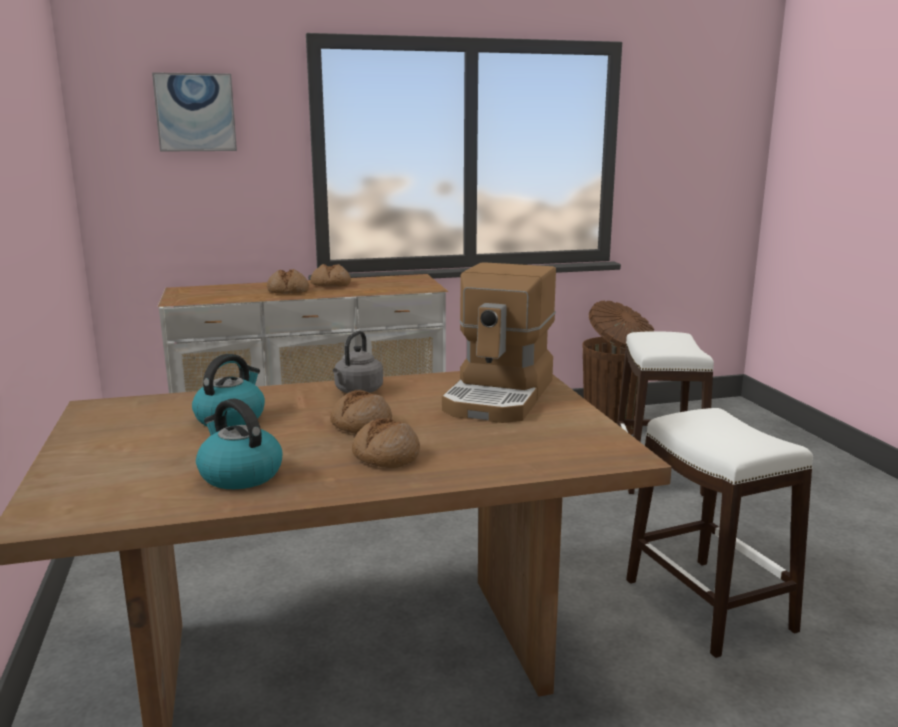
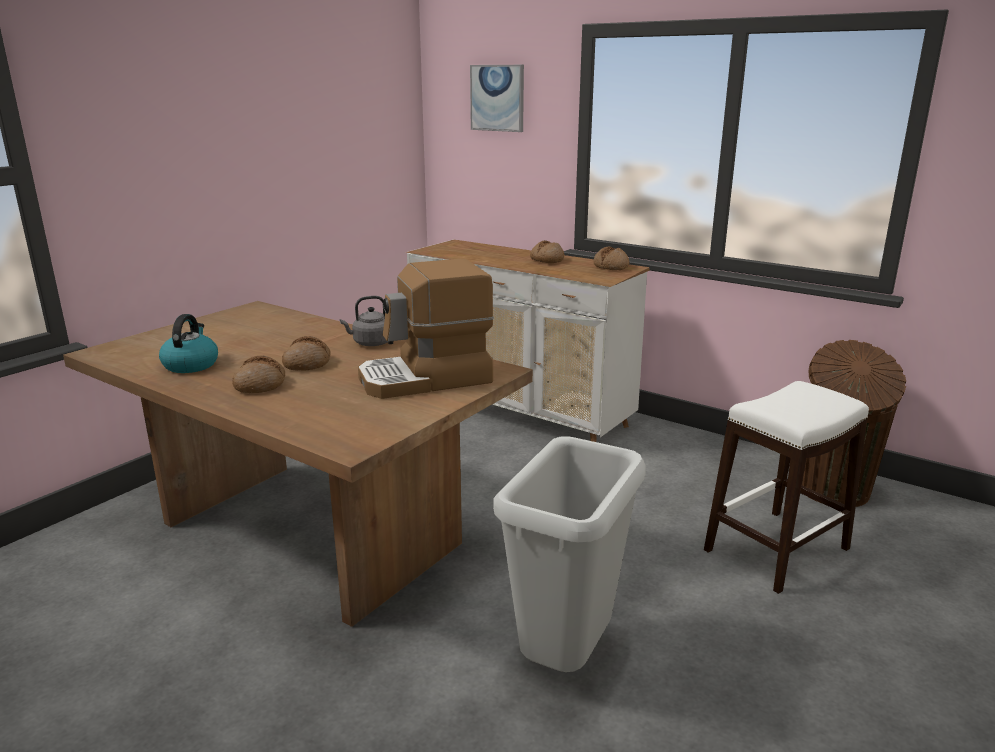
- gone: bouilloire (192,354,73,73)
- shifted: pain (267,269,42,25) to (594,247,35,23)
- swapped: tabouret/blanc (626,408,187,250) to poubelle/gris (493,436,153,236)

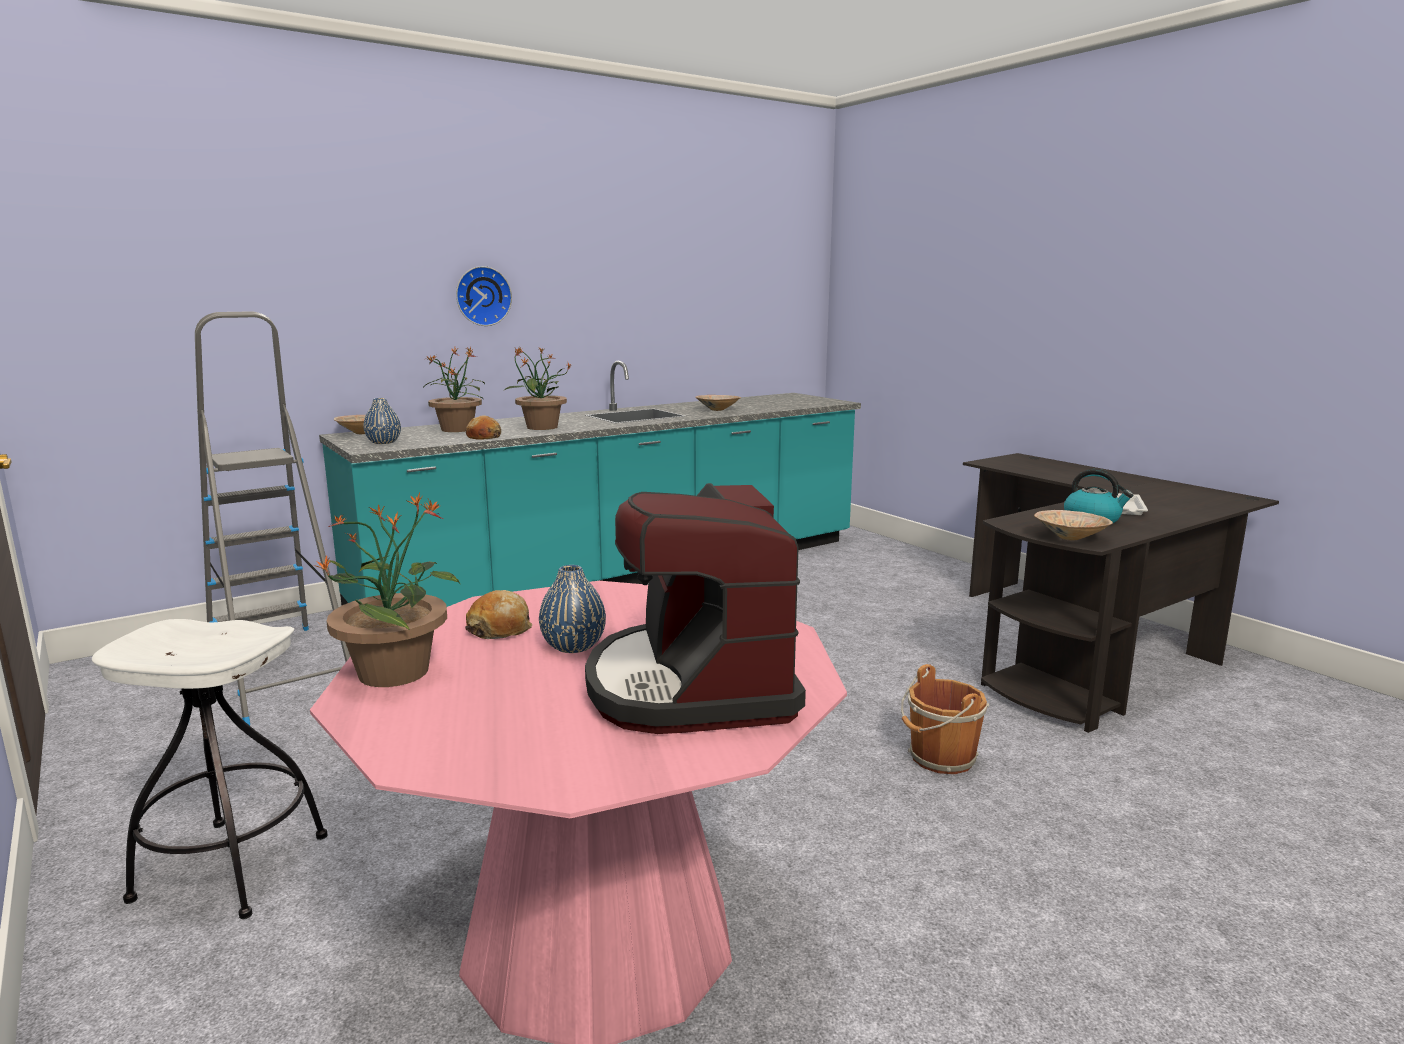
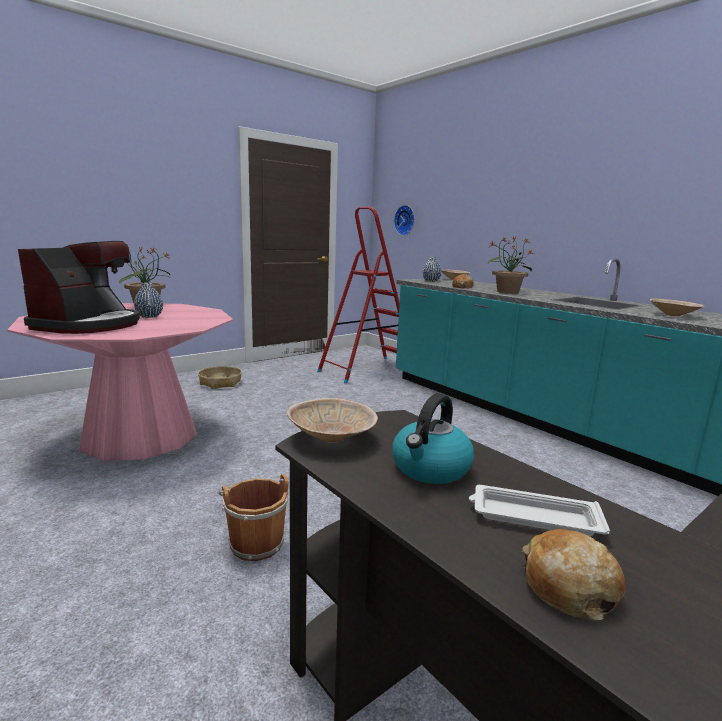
- gone: plante en pot (422,347,63,85)
- shifted: horloge murale (456,266,56,60) to (394,205,21,31)
- shifted: pain (465,590,67,49) to (522,529,104,92)
- swapped: tabouret/blanc (92,619,235,300) to panier (198,366,44,23)
- repainted: escabeau/gris (195,311,155,415) to escabeau/rouge (317,207,82,176)
- rotated: machine à café (585,483,221,251) = (18,241,122,93) 120 degrees clockwise

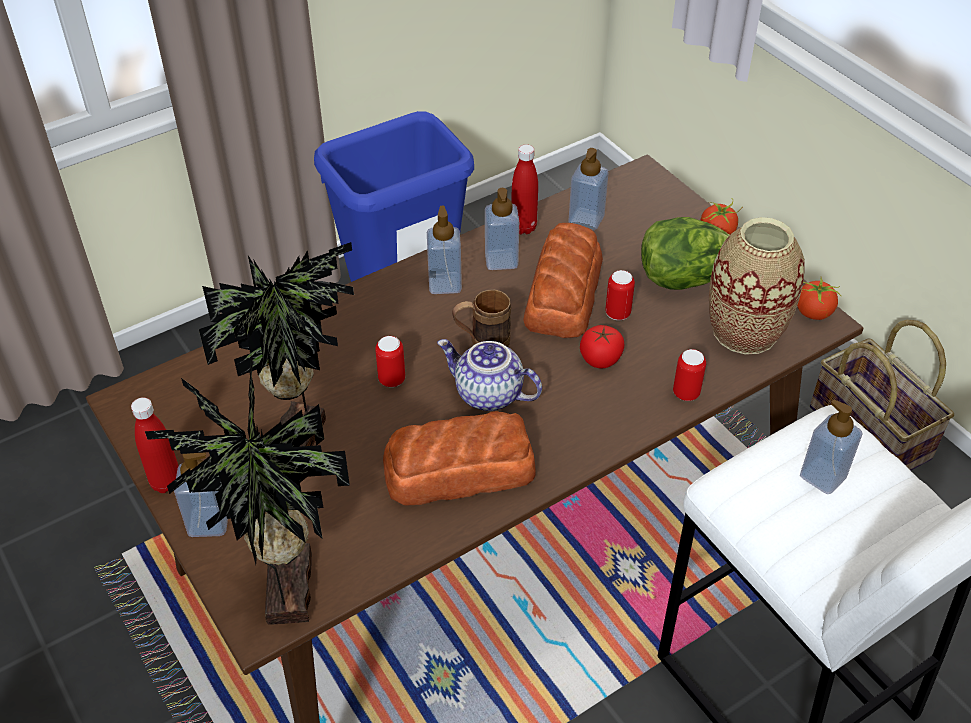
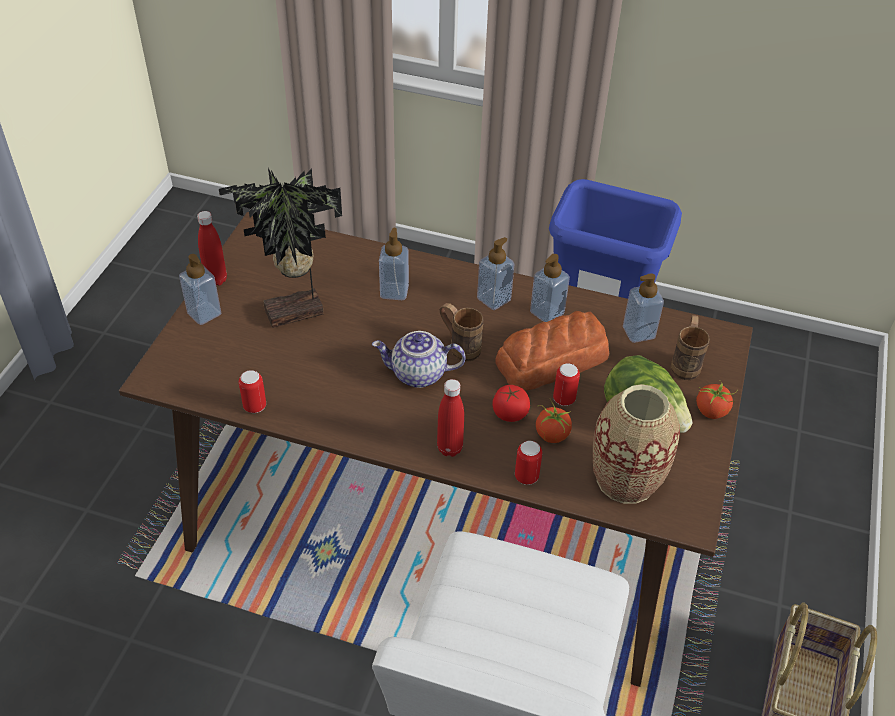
- gone: plante en pot (145,356,205,269)
- gone: pain (383,411,153,94)
- new: mug/marron (670,315,40,65)
- shifted: boîte métallique (375,336,30,51) to (239,370,27,43)
- shifted: bouteille/rouge (511,144,27,90) to (437,379,27,78)
- shifted: tomate (797,277,44,43) to (536,399,36,44)
- shifted: distributeur de savon (800,400,63,94) to (379,228,30,72)
- rotated: théière (437,339,105,72) = (372,331,94,57) 75 degrees counterclockwise

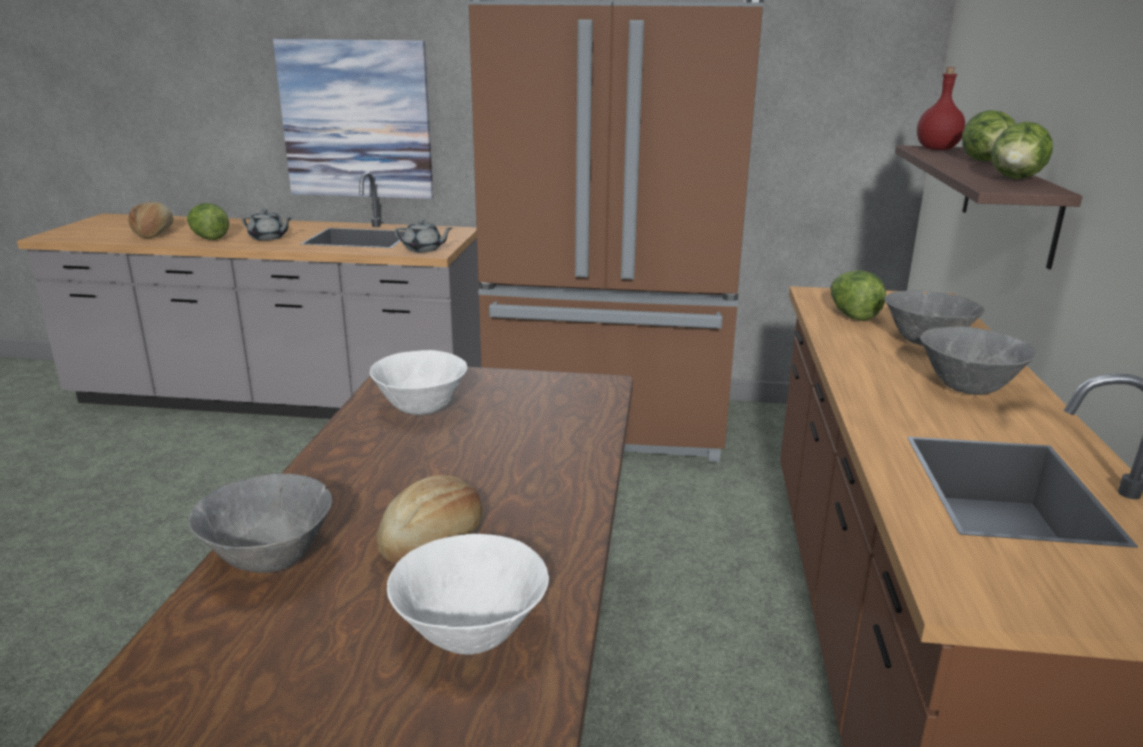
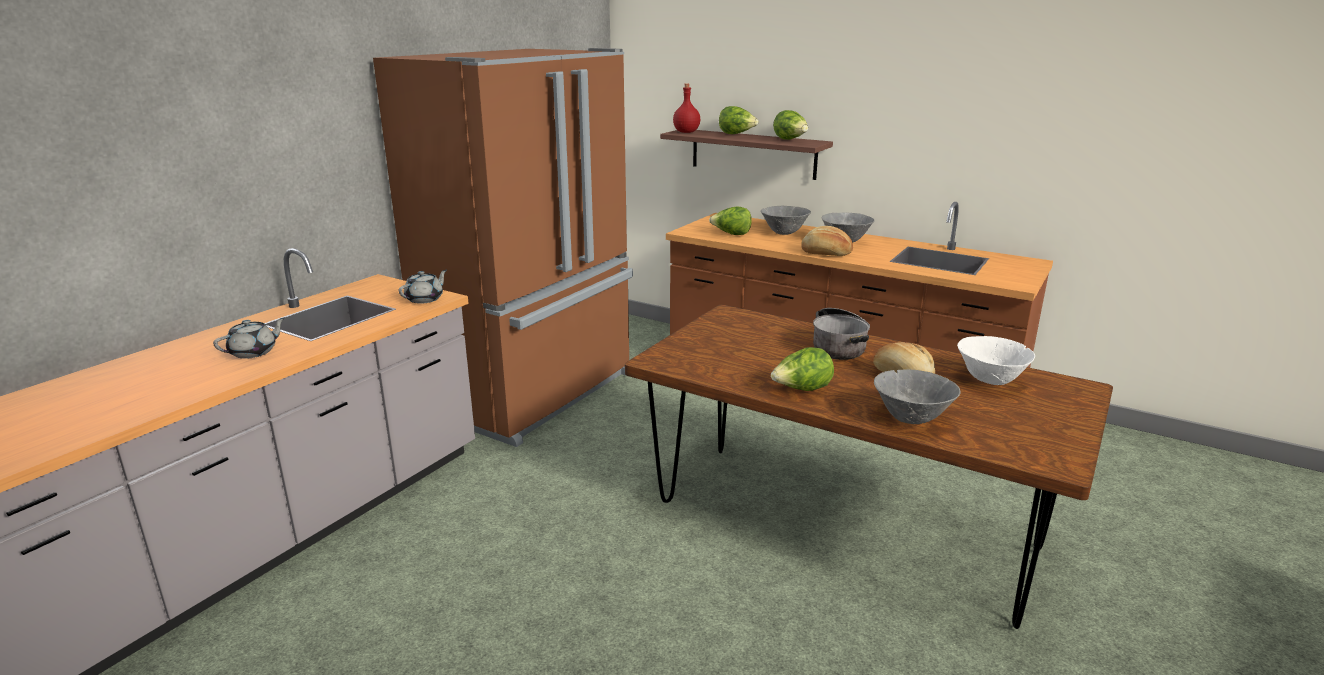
- gone: tableau (273,39,160,160)
- gone: bol/blanc (370,350,97,65)
- new: marmite (813,308,57,52)
- shifted: pain (128,202,46,37) to (801,226,52,30)
- shifted: laitue (187,203,42,37) to (771,347,63,44)

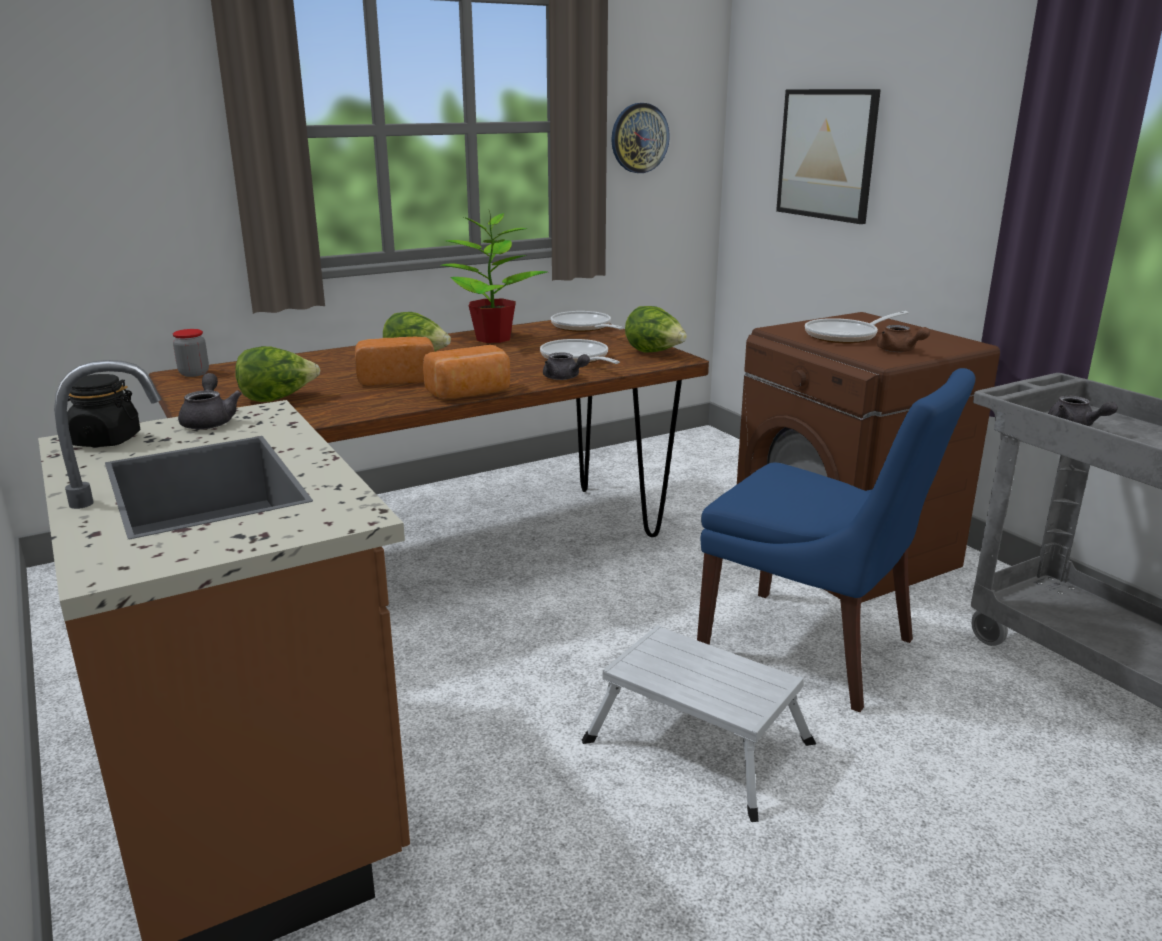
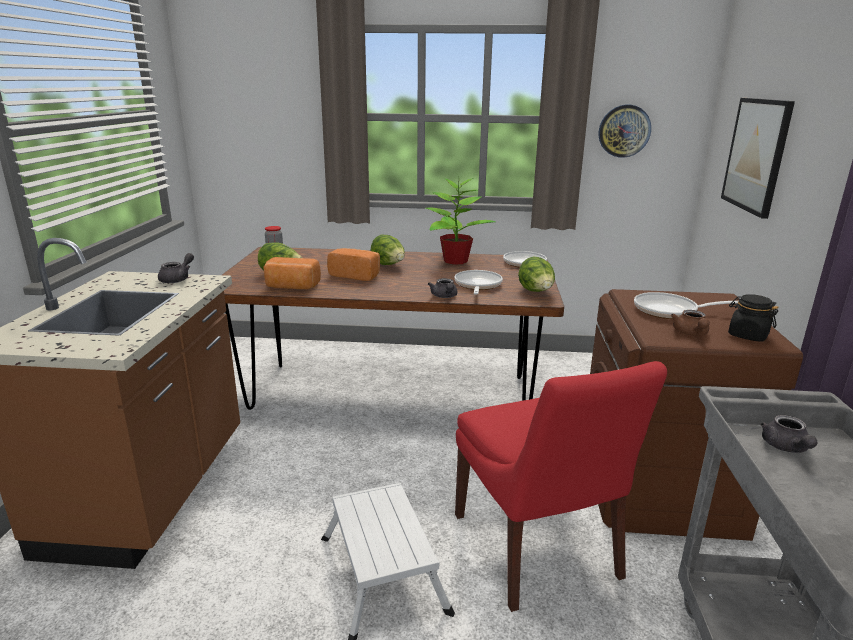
- shifted: bocal/noir (67,374,73,73) to (728,294,50,48)
- shifted: pain (423,345,87,54) to (263,257,58,32)
- repainted: chaise/bleu (697,368,278,344) to chaise/rouge (455,361,212,251)

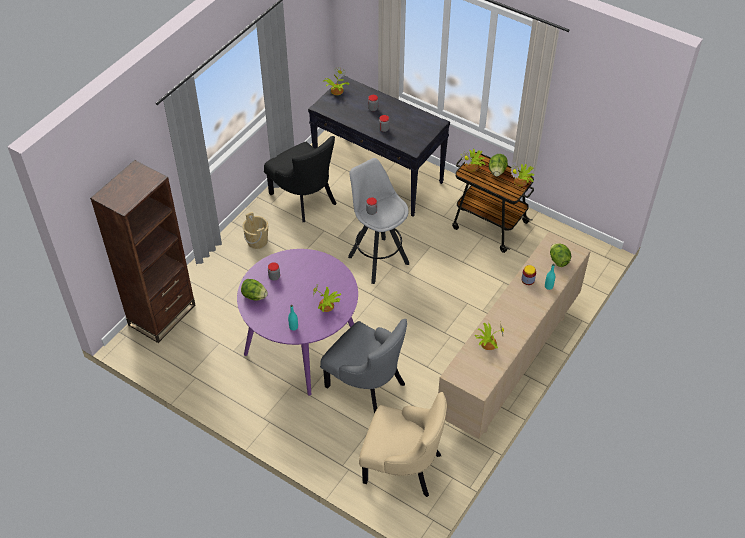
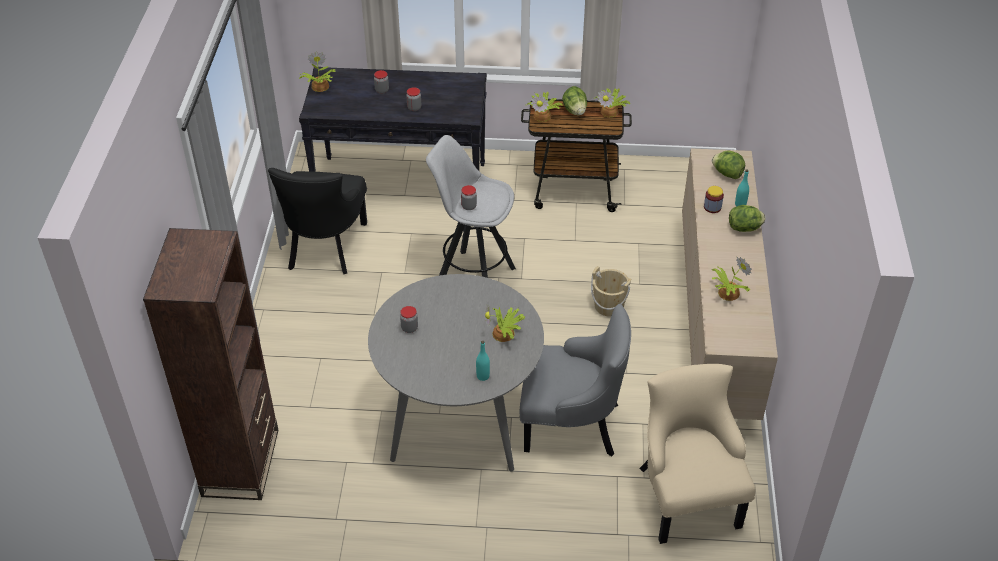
- shifted: laitue (241,279,27,22) to (729,205,37,27)
- shifted: seau/beige (243,212,25,37) to (591,266,40,50)
- repainted: table à manger/violet (237,249,121,147) to table à manger/gris (368,274,176,198)
- rotated: chaise/noir (264,136,73,86) = (268,168,99,106) 75 degrees clockwise
- rotated: chaise/beige (359,392,88,105) = (639,364,117,180) 90 degrees counterclockwise

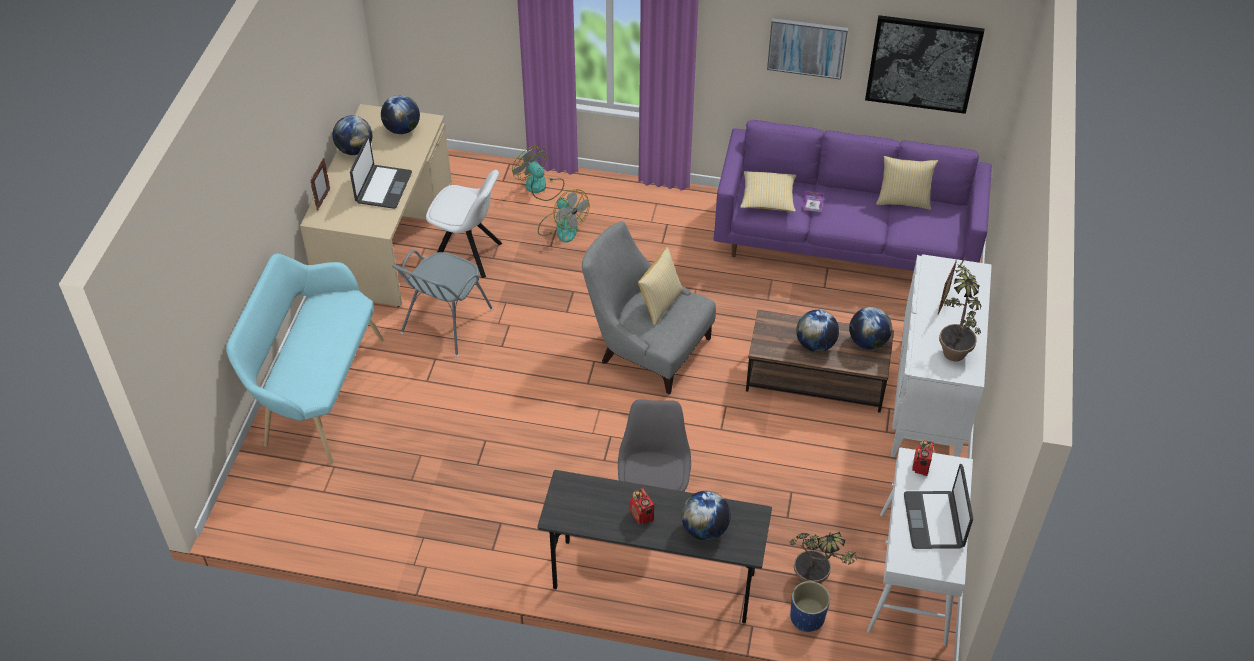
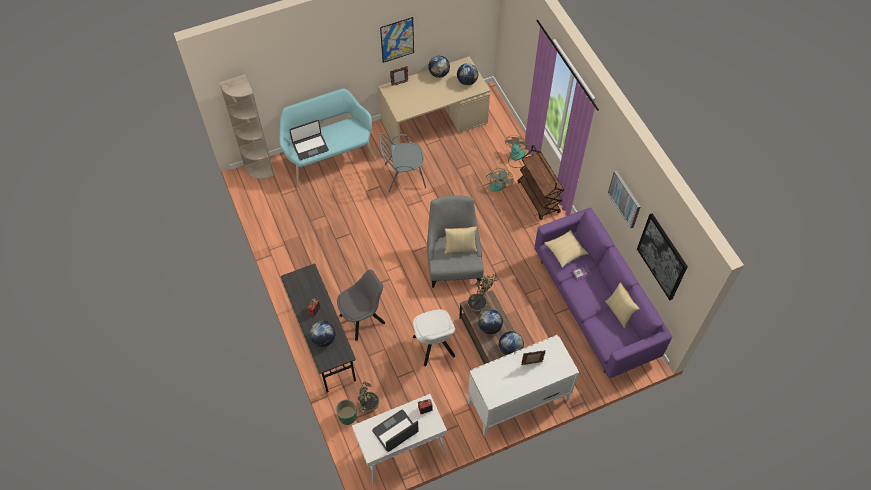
- new: bibliothèque/beige (219,74,55,105)
- new: tableau (380,17,34,46)
- new: chariot/marron (517,145,47,75)
- shifted: ordinateur portable (350,136,62,73) to (289,120,40,40)
- shifted: chaise/blanc (426,170,76,108) to (413,309,42,57)
- shifted: plante en pot (939,256,43,106) to (467,273,32,40)
- repainted: cache-pot/bleu (790,581,40,51) to cache-pot/vert (336,399,21,26)

